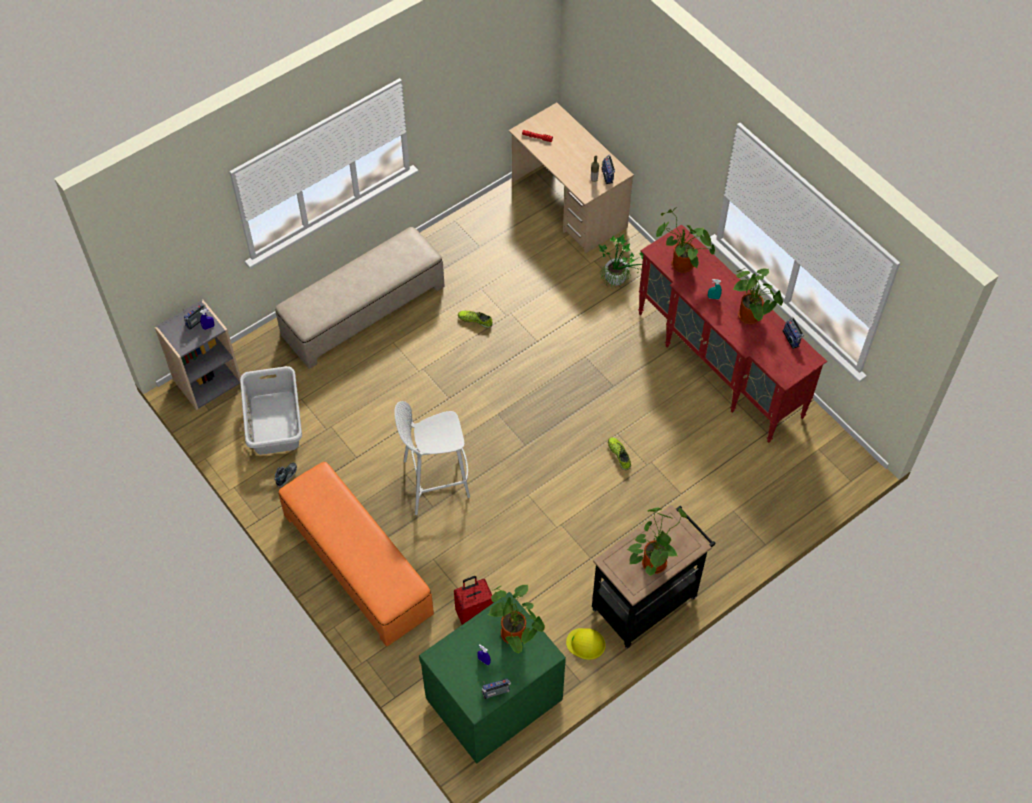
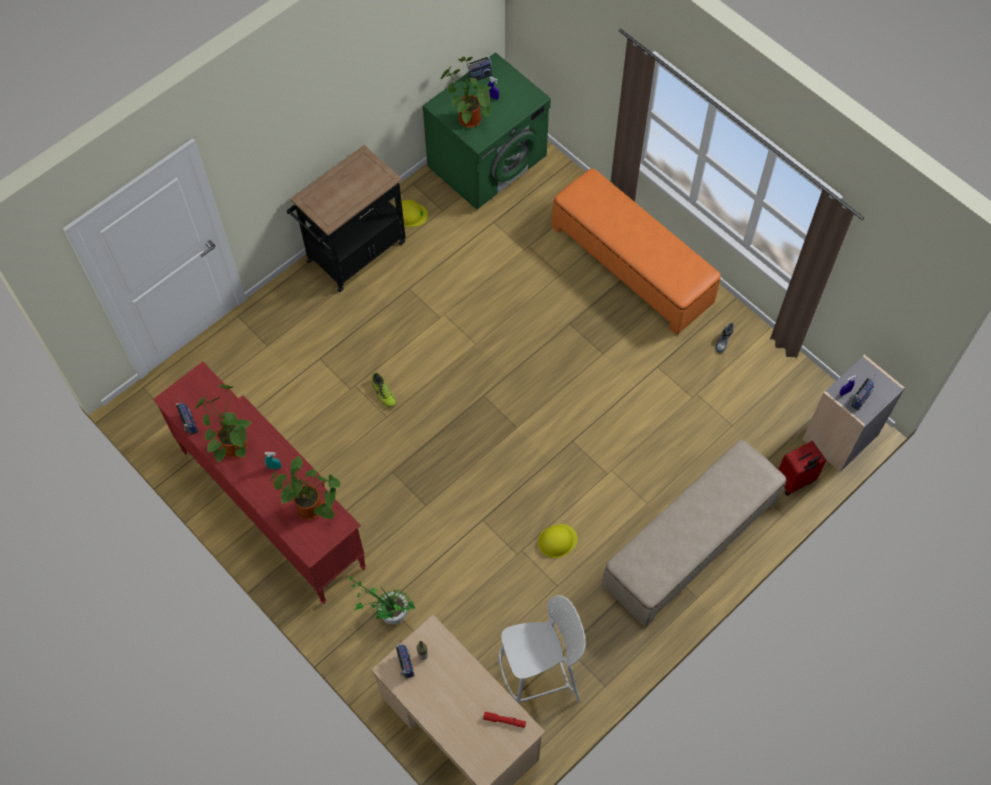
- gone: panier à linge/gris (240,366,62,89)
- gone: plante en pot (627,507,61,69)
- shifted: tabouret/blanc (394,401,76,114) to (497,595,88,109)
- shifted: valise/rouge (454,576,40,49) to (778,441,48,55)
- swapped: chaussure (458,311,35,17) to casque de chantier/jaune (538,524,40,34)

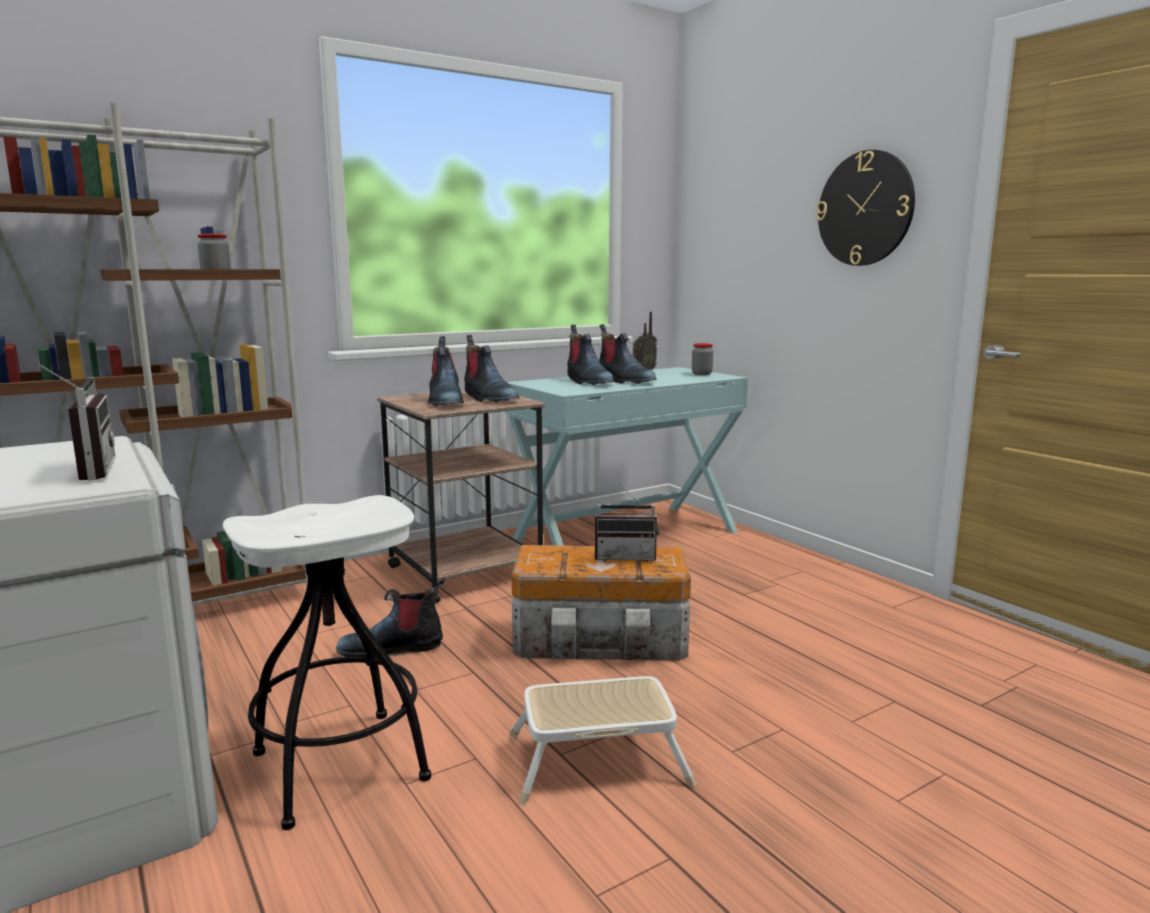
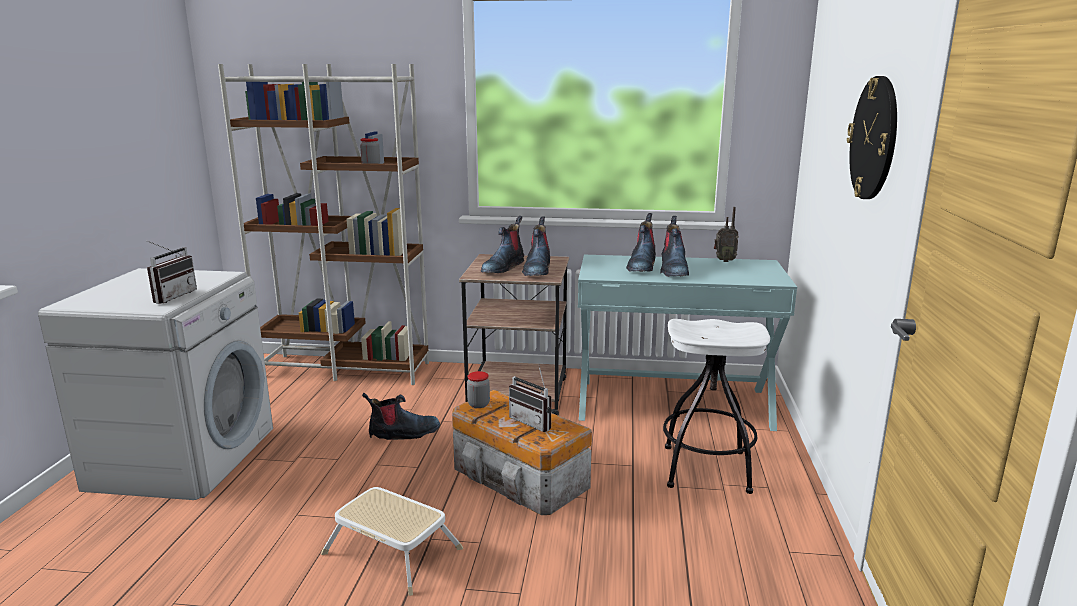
- shifted: tabouret/blanc (223,495,208,335) to (663,319,107,175)
- shifted: bocal (692,343,21,32) to (467,371,23,37)
- rotated: botte (336,578,109,79) = (362,393,78,47) 135 degrees clockwise

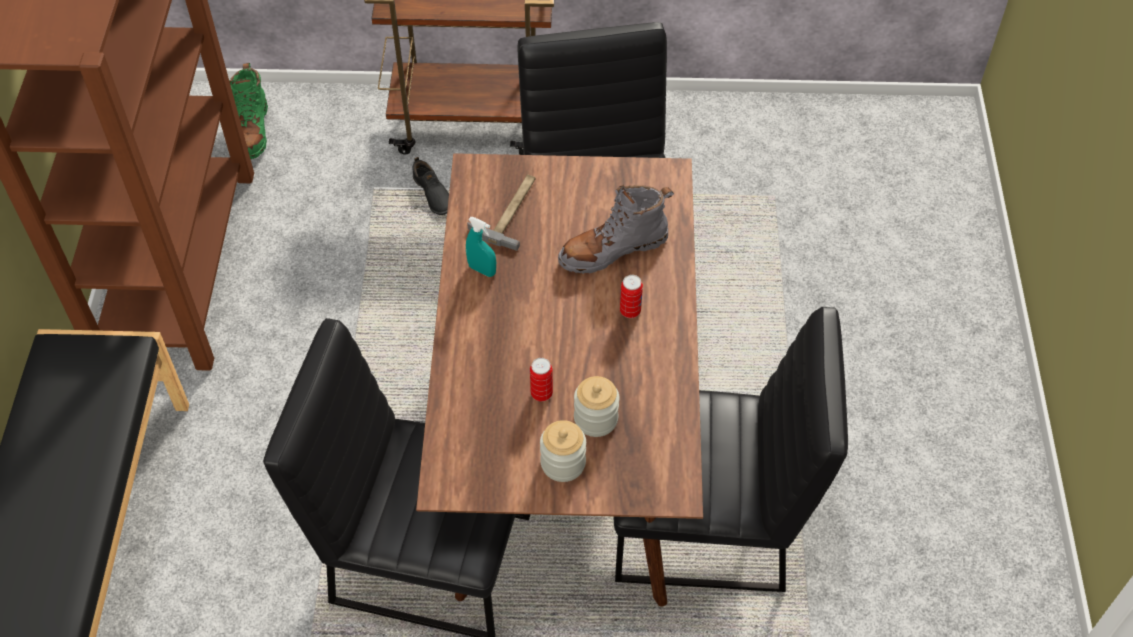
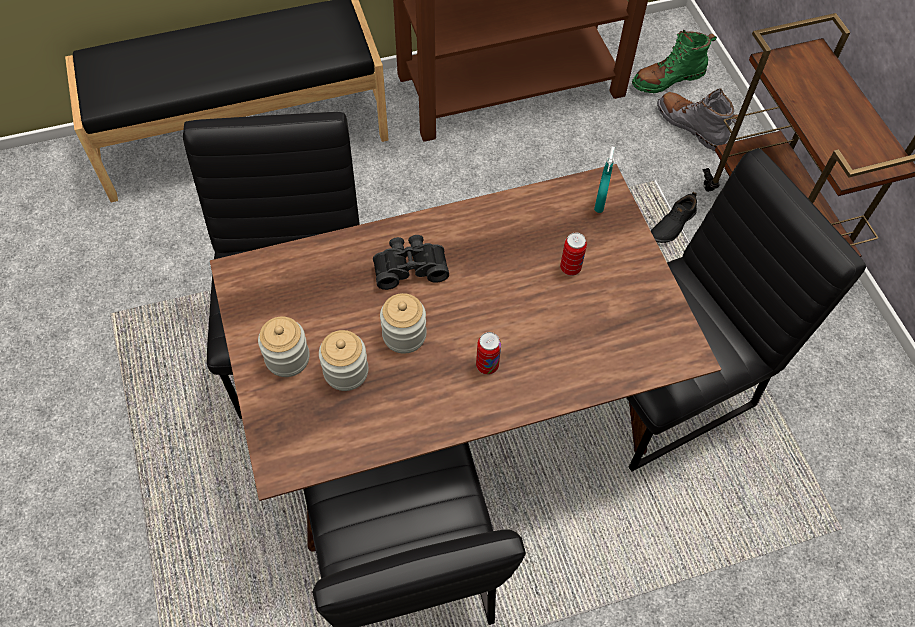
- gone: marteau (467,175,69,76)
- new: jumelles/noir (373,235,76,55)
- new: bocal (380,293,47,61)
- shifted: vaporisateur/turquoise (466,217,30,60) to (594,146,21,67)
- shifted: boîte métallique (530,358,23,44) to (560,233,27,43)
- shifted: botte/gris (558,185,116,89) to (657,88,81,63)

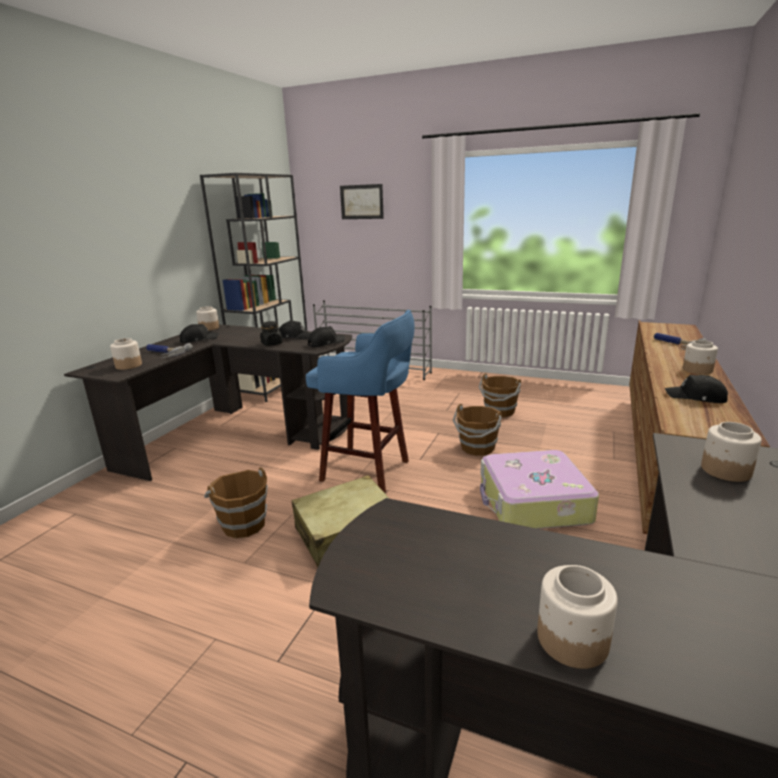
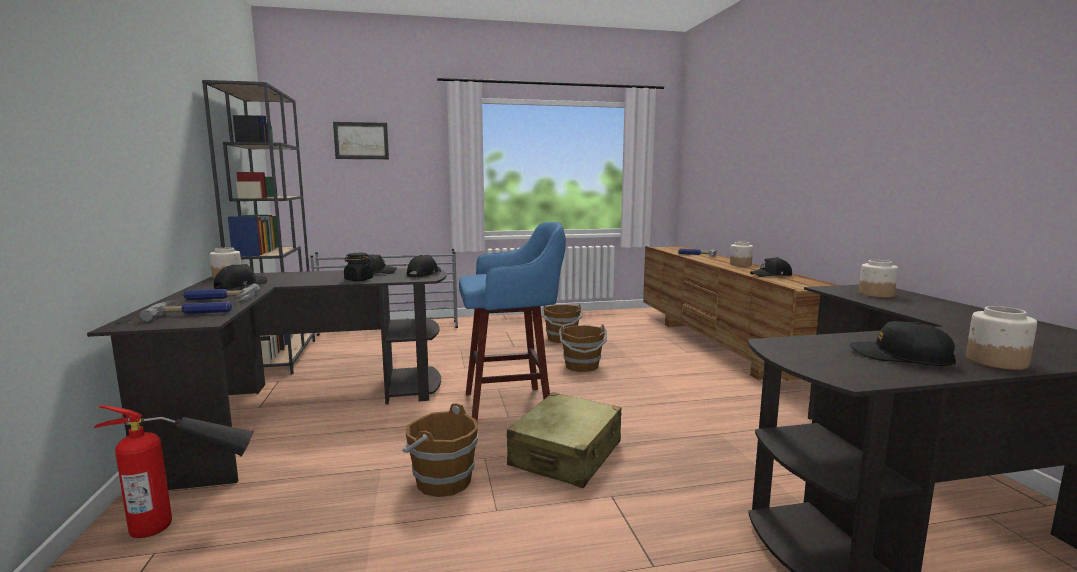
- gone: valise (480,450,119,79)
- new: extincteur (94,405,160,133)
- new: casquette/noir (850,321,106,45)
- swapped: bocal (110,338,32,32) to marteau (139,300,93,22)

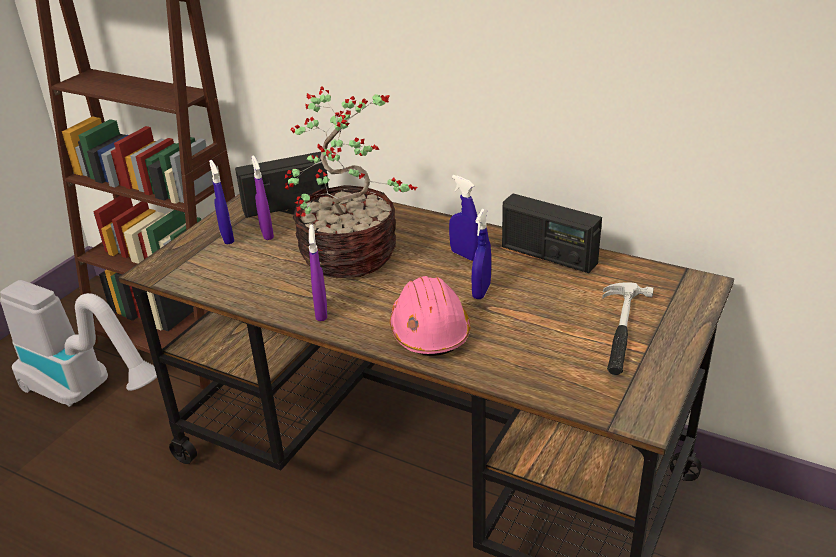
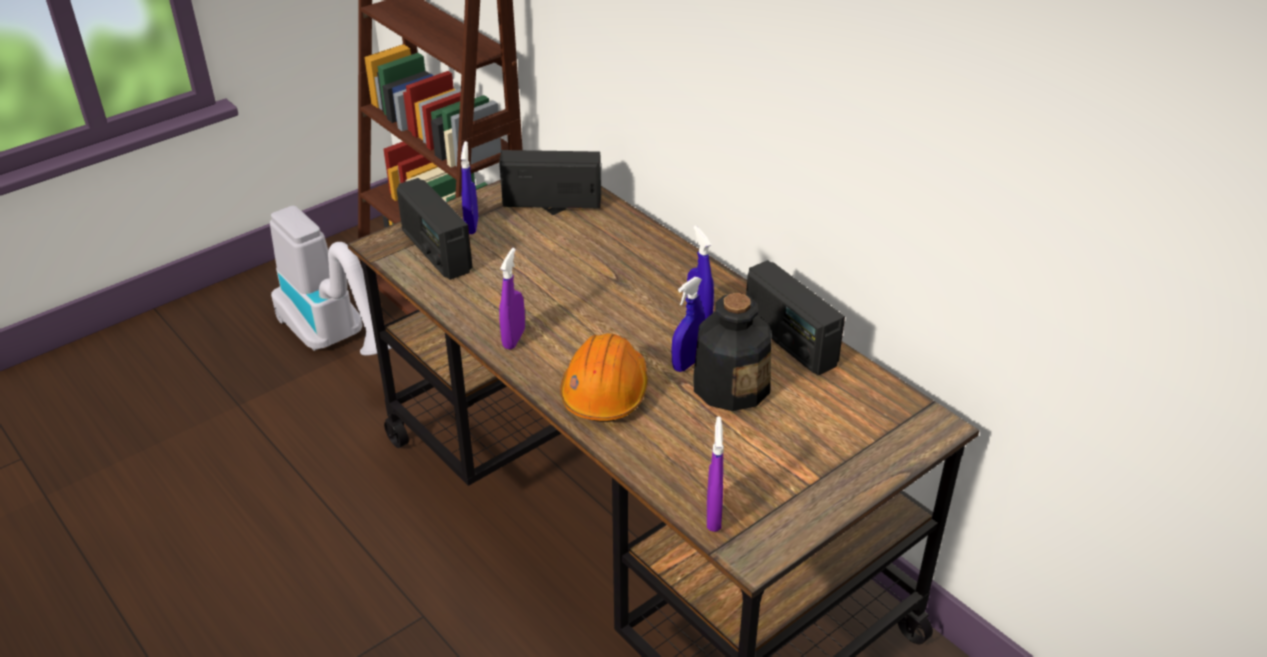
- gone: plante en pot (285,86,132,192)
- gone: marteau (602,282,52,93)
- new: radio (396,178,76,102)
- new: bouteille (694,293,78,118)
- shifted: vaporisateur/violet (252,155,22,85) to (707,417,17,115)
- repainted: casque de chantier/rose (390,276,80,80) to casque de chantier/orange (560,333,88,89)

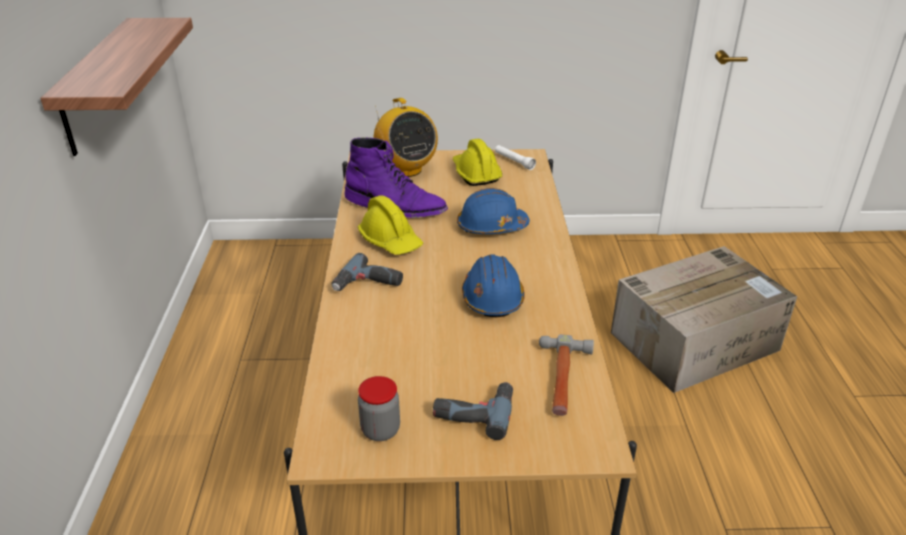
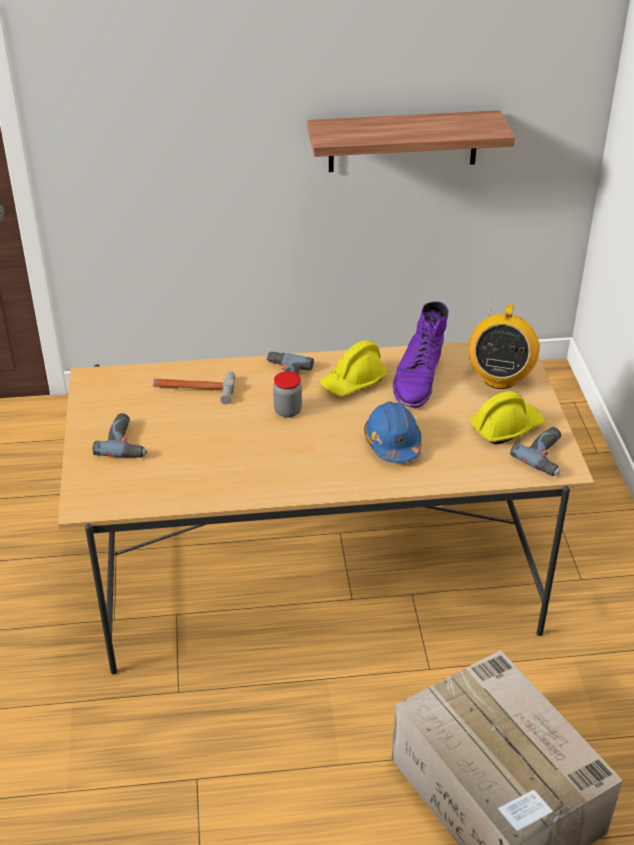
- gone: casque de chantier/bleu (462,254,63,63)
- shifted: bocal (358,376,42,65) to (273,371,29,47)
- shifted: marteau (539,334,55,82) to (153,372,82,32)
- swapped: lampe de poche/blanc (495,145,41,25) to perceuse (510,427,51,49)
- rotated: radio (374,98,64,79) = (468,304,71,85) 45 degrees counterclockwise

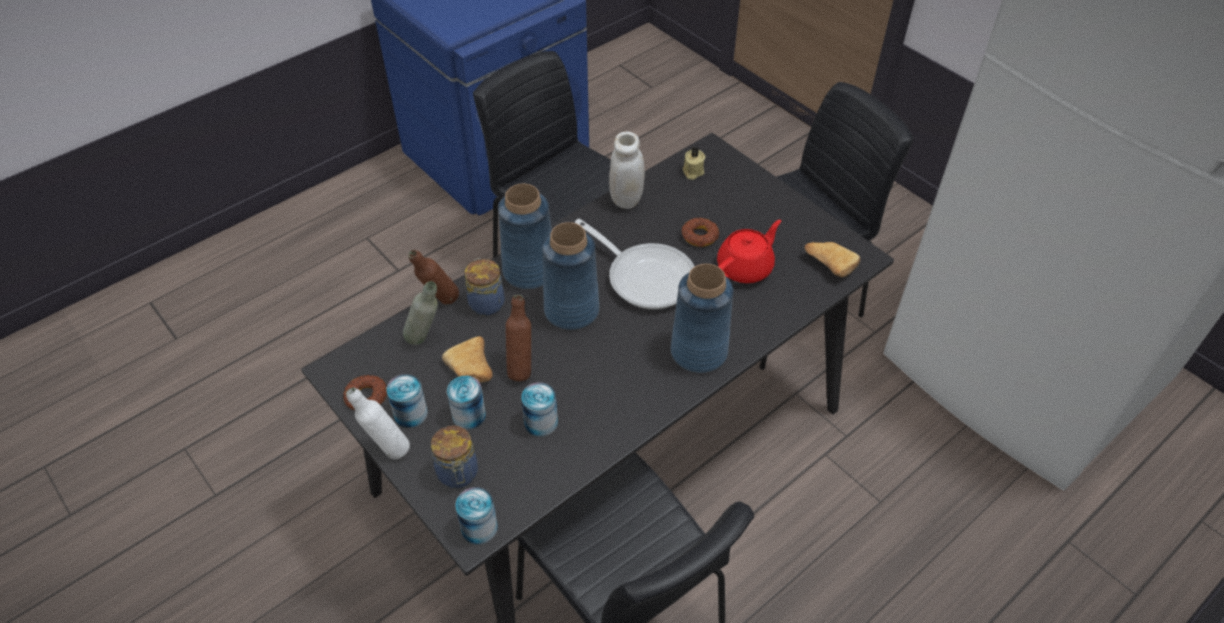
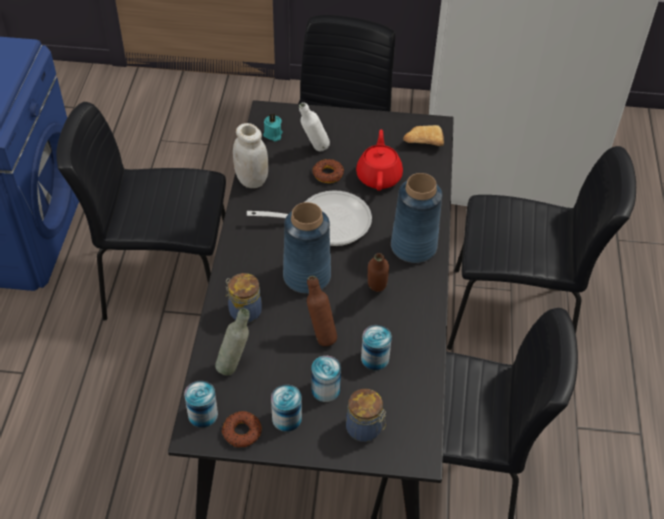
- gone: pain (442,336,51,46)
- gone: vase/bleu (498,184,54,105)
- new: chaise/noir (447,146,189,204)
- shifted: bouteille/blanc (346,387,64,72) to (299,102,31,49)
- shifted: bouteille/marron (408,250,51,55) to (368,253,21,39)
- shifted: boîte métallique (455,487,43,58) to (184,380,34,48)
- repainted: bougie/beige (683,147,22,33) to bougie/turquoise (263,114,20,27)

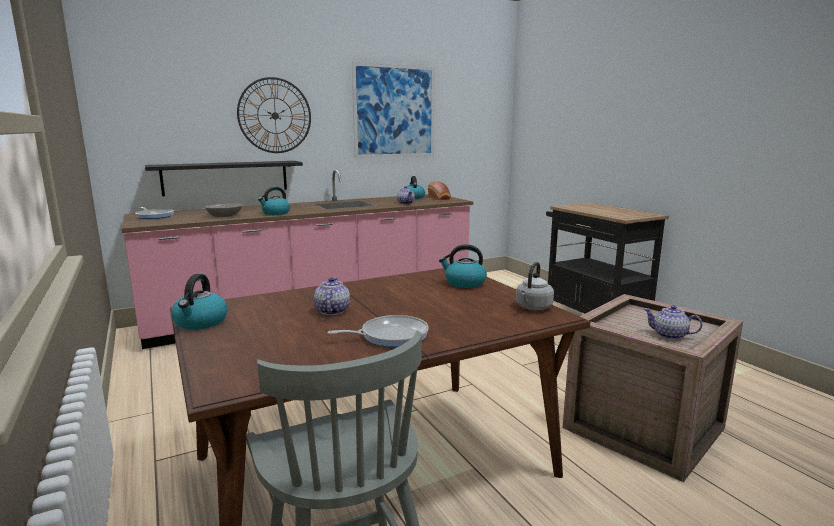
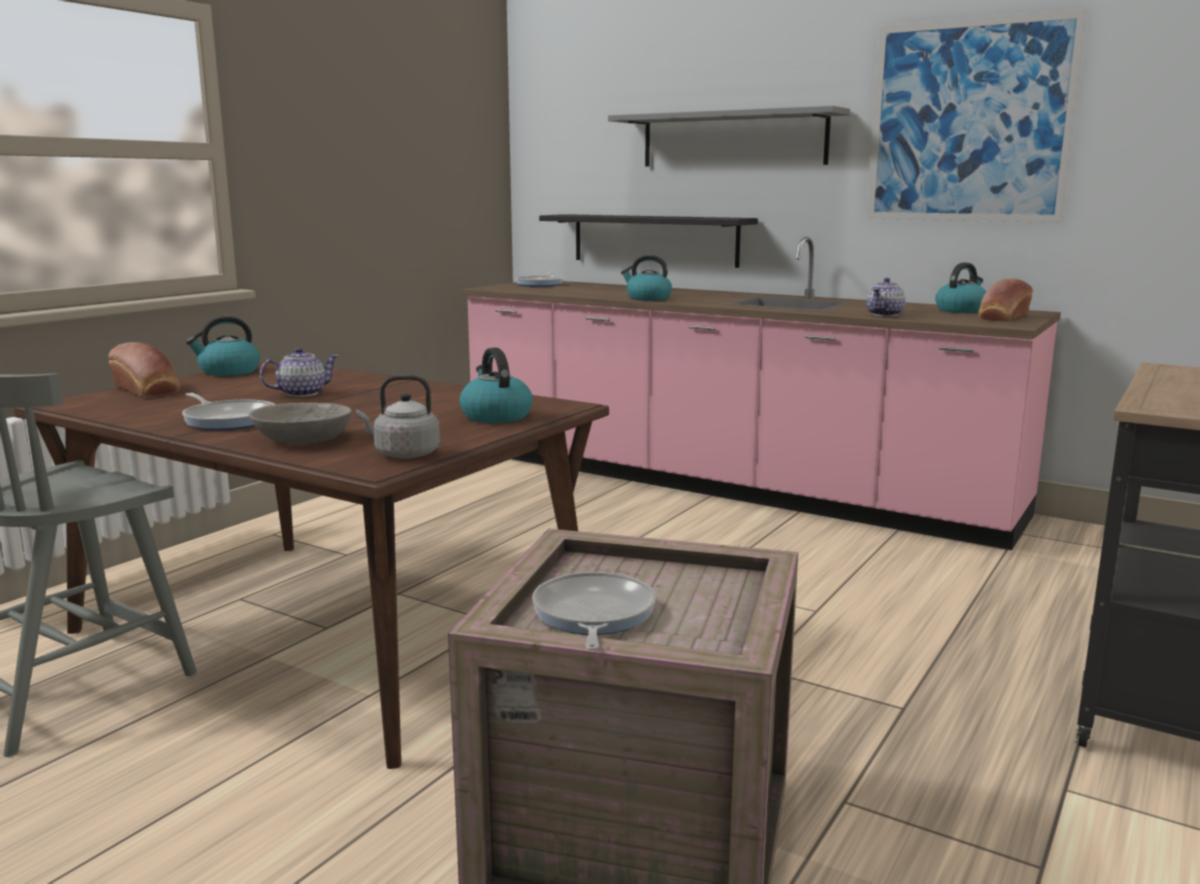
- new: pain (108,342,72,56)
- shifted: bol/gris (205,204,37,13) to (249,403,103,41)
- swapped: horloge murale (237,77,74,76) to étagère/gris (608,106,242,61)
- swapped: théière (644,305,59,35) to poêle (532,572,124,78)

